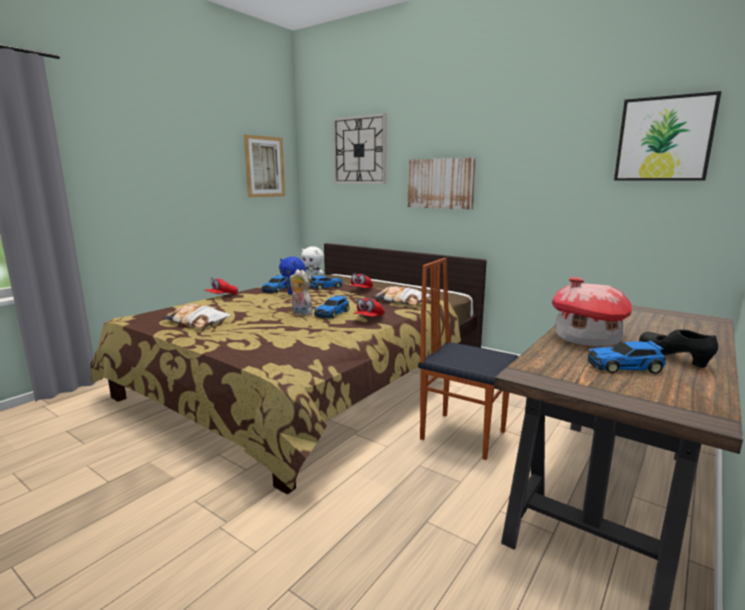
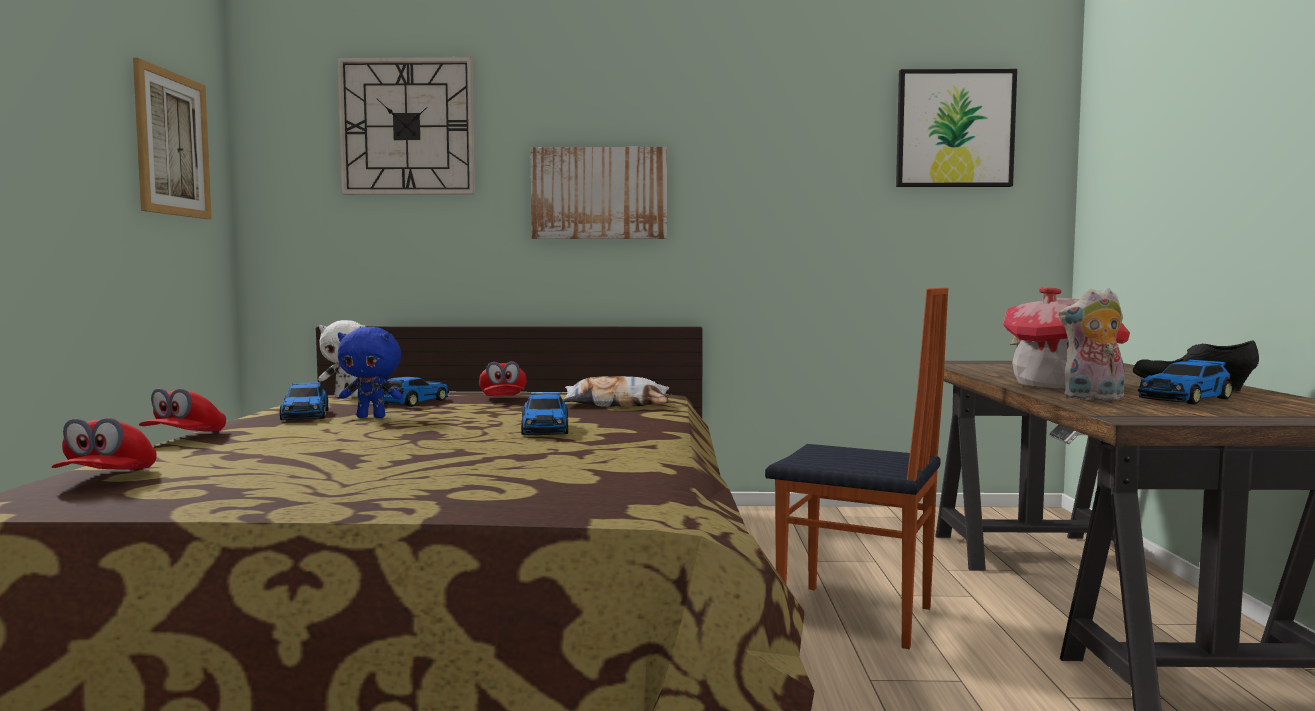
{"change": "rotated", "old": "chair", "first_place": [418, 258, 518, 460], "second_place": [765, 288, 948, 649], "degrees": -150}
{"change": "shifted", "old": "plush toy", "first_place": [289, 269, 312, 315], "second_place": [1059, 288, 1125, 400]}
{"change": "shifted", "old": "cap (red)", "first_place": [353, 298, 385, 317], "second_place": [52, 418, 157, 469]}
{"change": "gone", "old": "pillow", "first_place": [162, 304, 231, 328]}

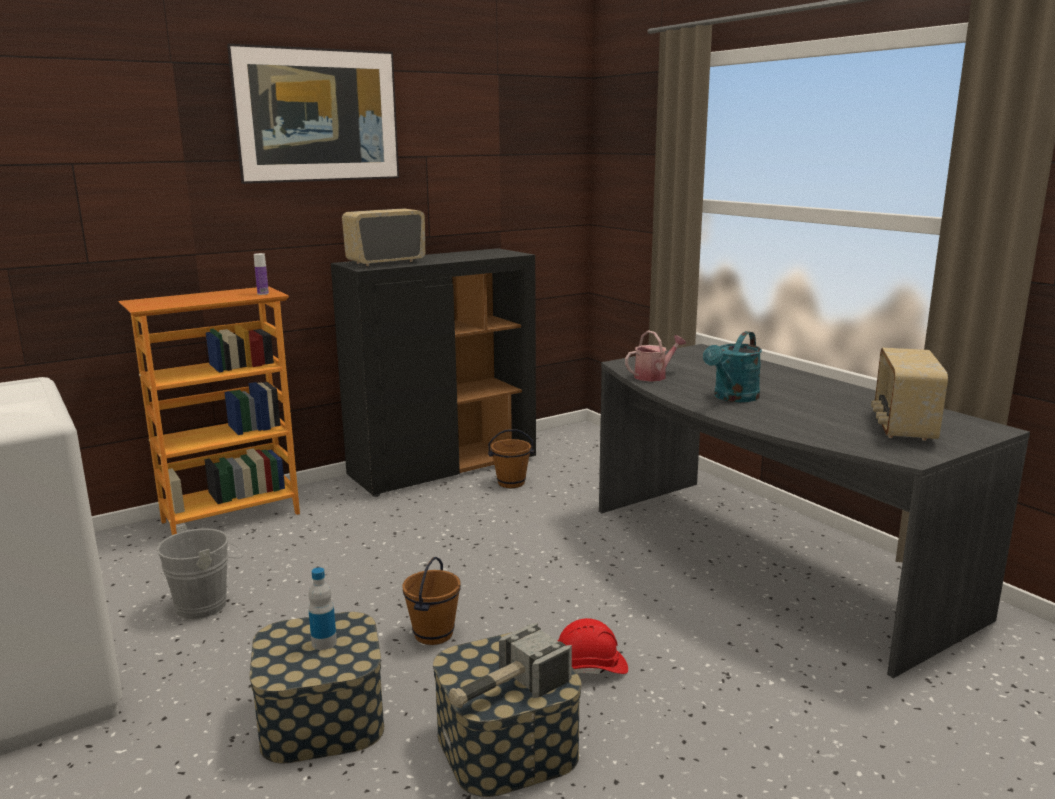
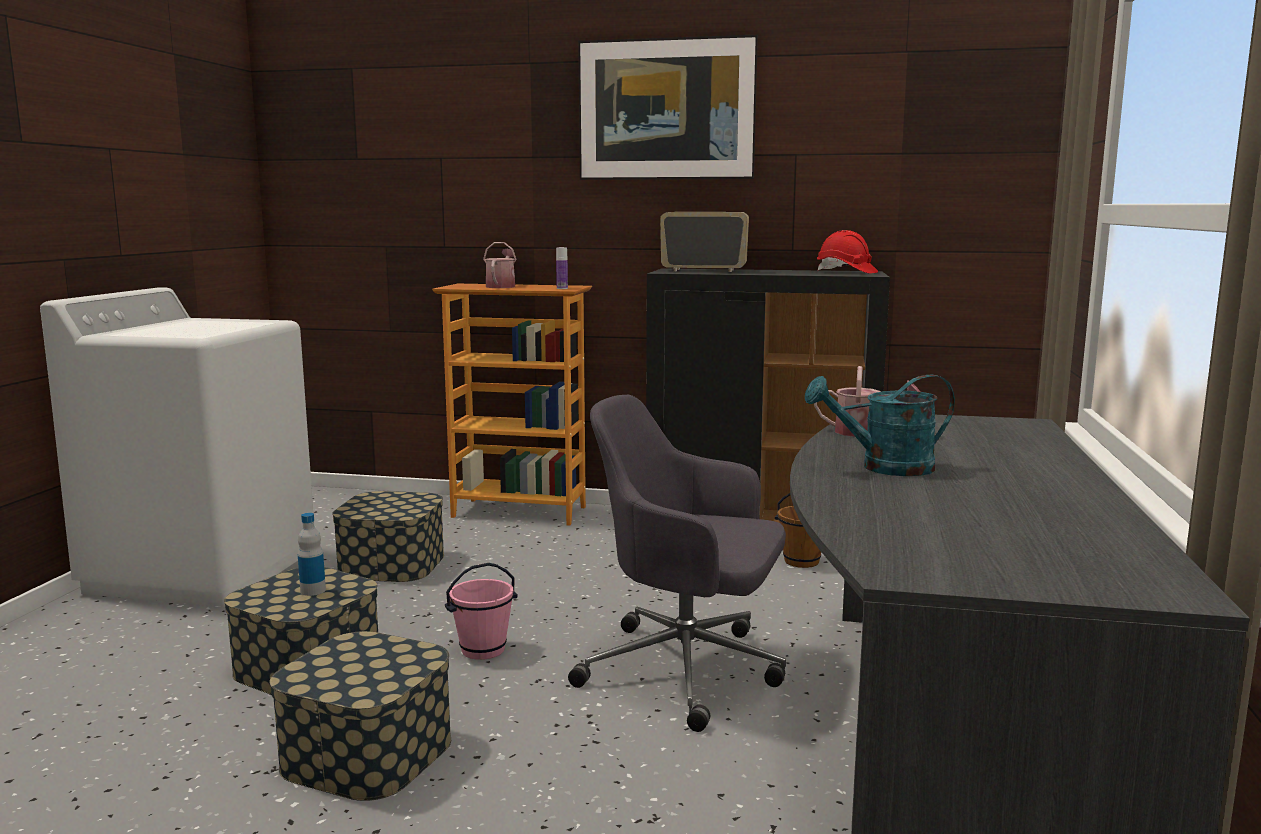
{"change": "gone", "old": "radio", "first_place": [871, 348, 948, 441]}
{"change": "swapped", "old": "bucket (grey)", "new": "storage box", "first_place": [157, 524, 242, 620], "second_place": [332, 491, 444, 582]}
{"change": "repainted", "old": "bucket (brown)", "new": "bucket (pink)", "first_place": [402, 557, 461, 645], "second_place": [445, 563, 518, 660]}
{"change": "shifted", "old": "hard hat (red)", "first_place": [557, 618, 628, 675], "second_place": [817, 230, 878, 273]}
{"change": "gone", "old": "hammer", "first_place": [448, 623, 572, 708]}
{"change": "new", "new": "watering can", "second_place": [483, 242, 517, 288]}
{"change": "new", "new": "office chair (grey)", "second_place": [568, 395, 786, 732]}

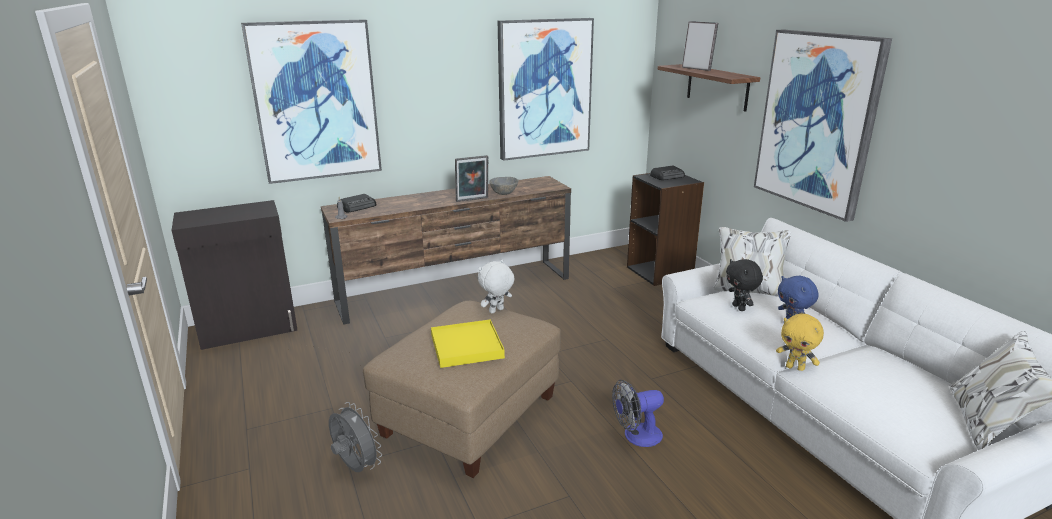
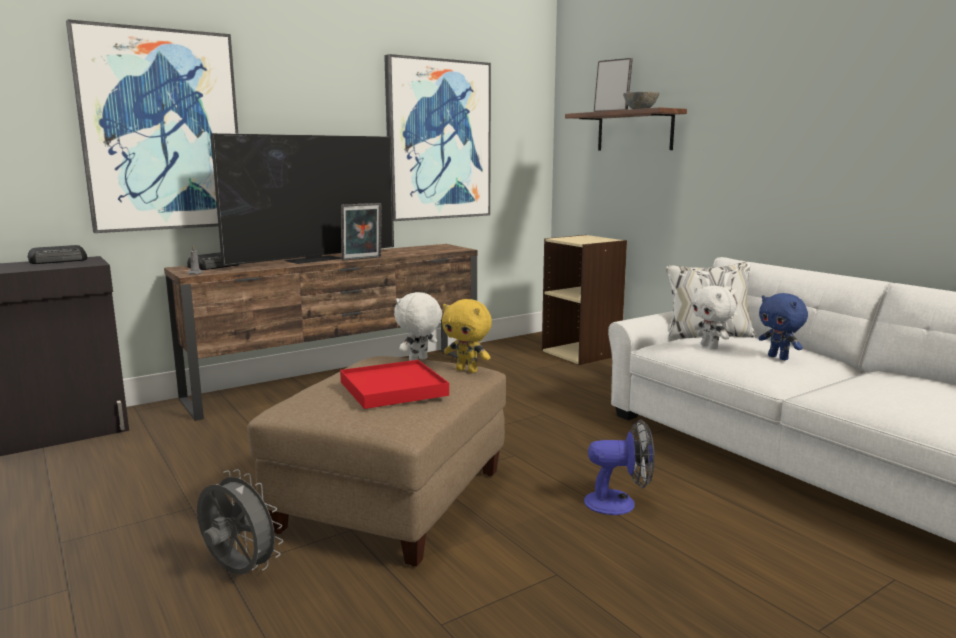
{"change": "gone", "old": "picture", "first_place": [754, 30, 892, 222]}
{"change": "shifted", "old": "radio", "first_place": [650, 166, 685, 180], "second_place": [28, 245, 88, 264]}
{"change": "repainted", "old": "bookcase (black)", "new": "bookcase (beige)", "first_place": [627, 173, 704, 286], "second_place": [542, 235, 627, 365]}
{"change": "shifted", "old": "bowl (grey)", "first_place": [489, 177, 519, 195], "second_place": [623, 92, 660, 109]}
{"change": "repainted", "old": "plush toy (black)", "new": "plush toy (white)", "first_place": [726, 259, 763, 311], "second_place": [691, 285, 736, 349]}
{"change": "shifted", "old": "plush toy (yellow)", "first_place": [776, 313, 824, 371], "second_place": [442, 299, 492, 373]}
{"change": "repainted", "old": "tray (yellow)", "new": "tray (red)", "first_place": [431, 319, 505, 368], "second_place": [340, 360, 449, 409]}
{"change": "rotated", "old": "fan", "first_place": [612, 380, 664, 447], "second_place": [584, 420, 655, 515], "degrees": -150}
{"change": "new", "new": "television", "second_place": [211, 133, 394, 266]}

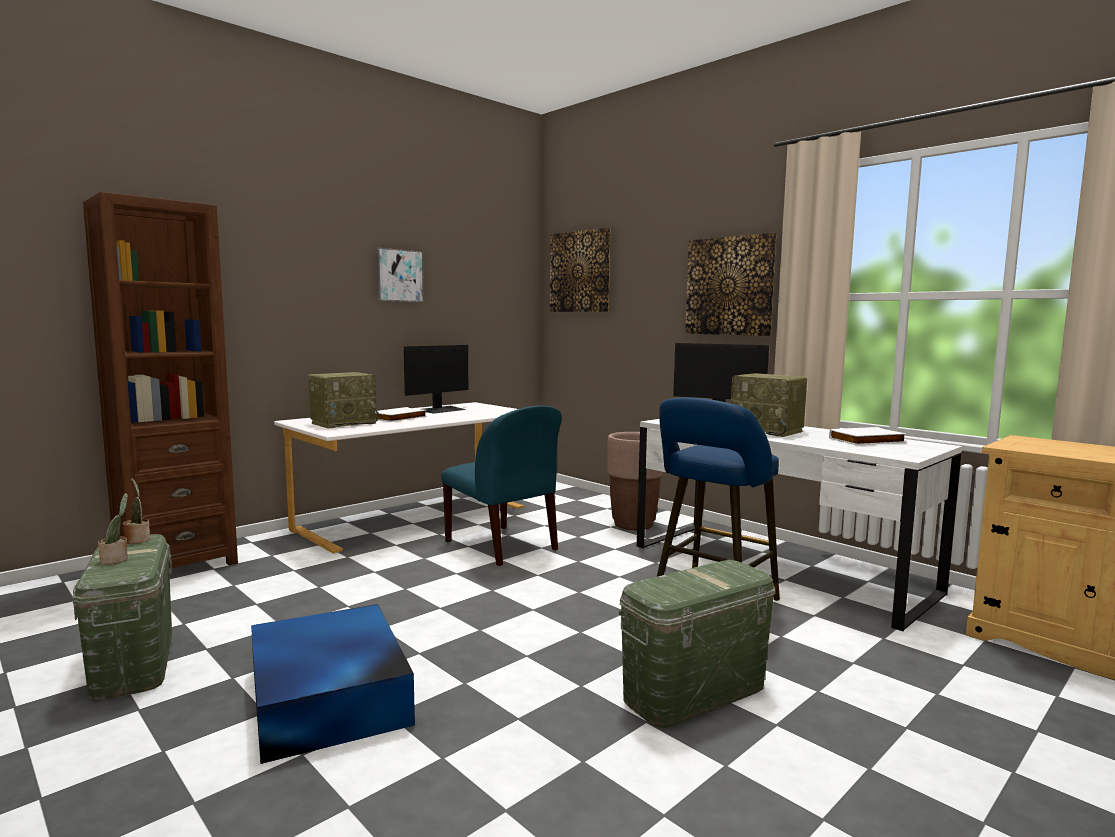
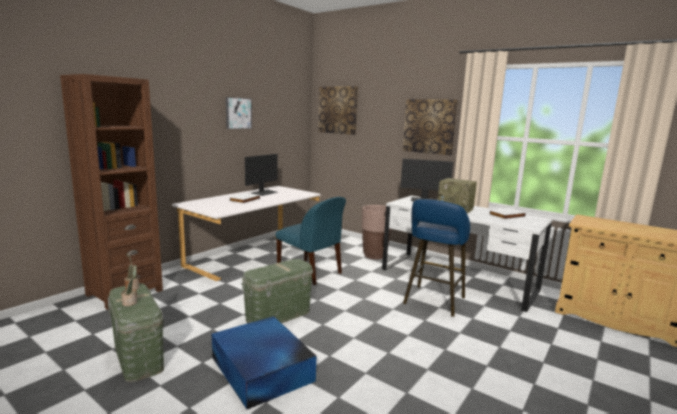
{"change": "gone", "old": "radio", "first_place": [308, 372, 380, 429]}
{"change": "shifted", "old": "storage box (green)", "first_place": [619, 560, 775, 728], "second_place": [241, 259, 313, 323]}

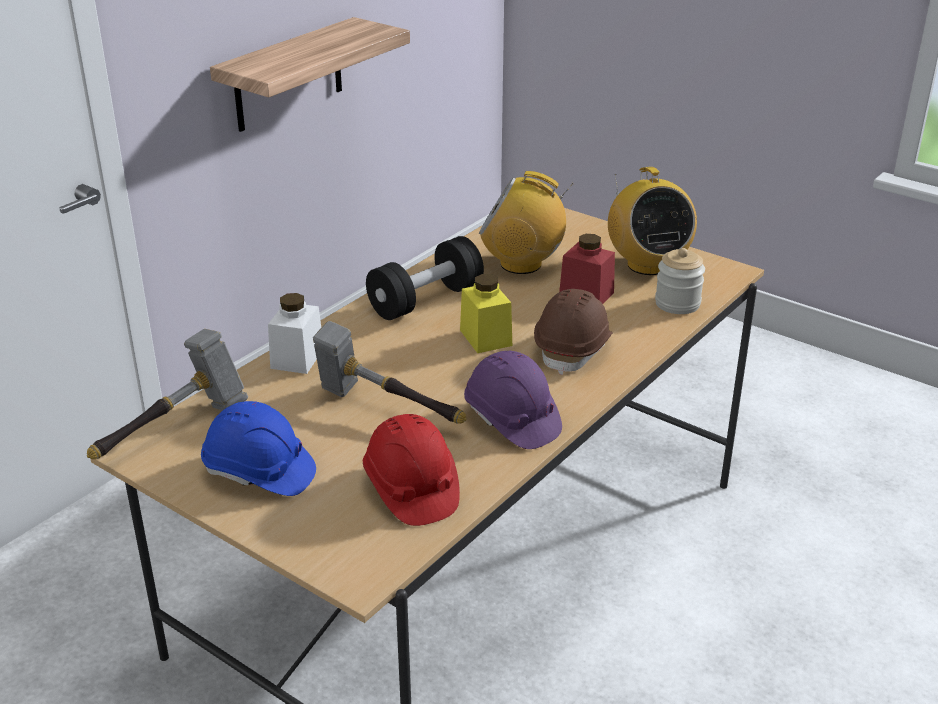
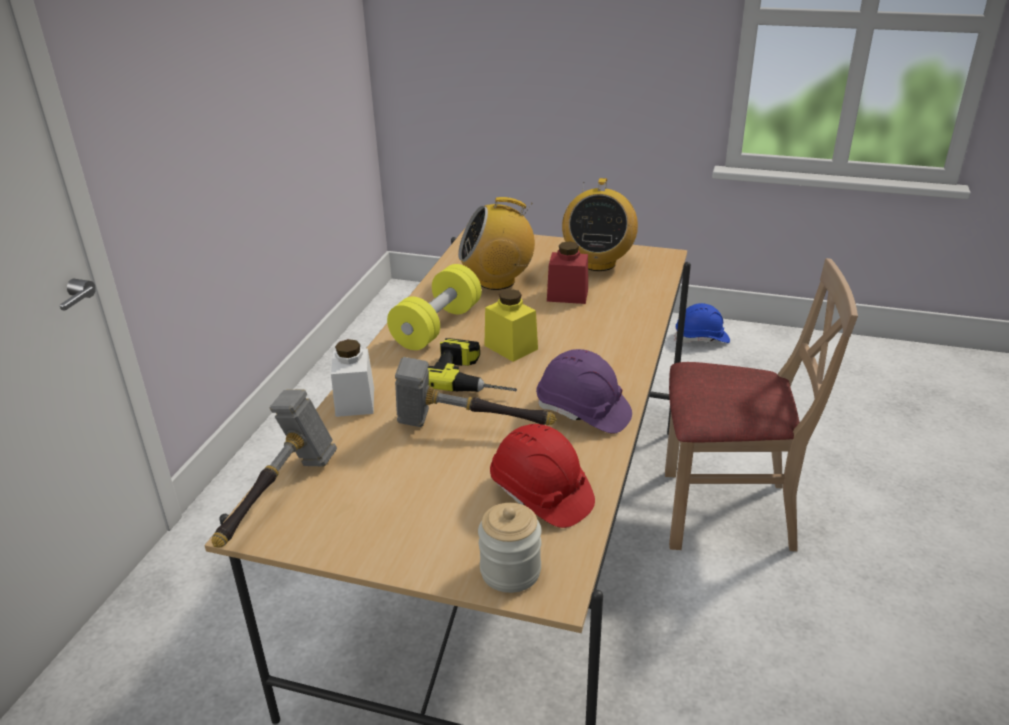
{"change": "gone", "old": "shelf", "first_place": [210, 17, 410, 132]}
{"change": "rotated", "old": "radio", "first_place": [608, 167, 697, 275], "second_place": [562, 178, 638, 271], "degrees": 45}
{"change": "repainted", "old": "dumbbell (black)", "new": "dumbbell (yellow)", "first_place": [366, 236, 484, 320], "second_place": [387, 264, 482, 350]}
{"change": "shifted", "old": "jar", "first_place": [655, 248, 705, 314], "second_place": [478, 503, 542, 593]}
{"change": "gone", "old": "hard hat (brown)", "first_place": [534, 289, 613, 375]}
{"change": "shifted", "old": "hard hat (blue)", "first_place": [201, 401, 316, 496], "second_place": [675, 303, 730, 343]}
{"change": "new", "new": "chair (beige)", "second_place": [665, 258, 858, 551]}
{"change": "new", "new": "power drill", "second_place": [428, 338, 517, 392]}

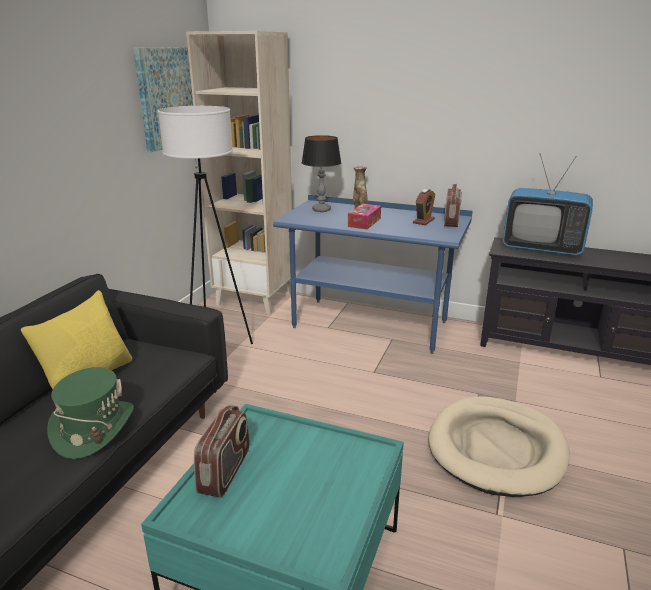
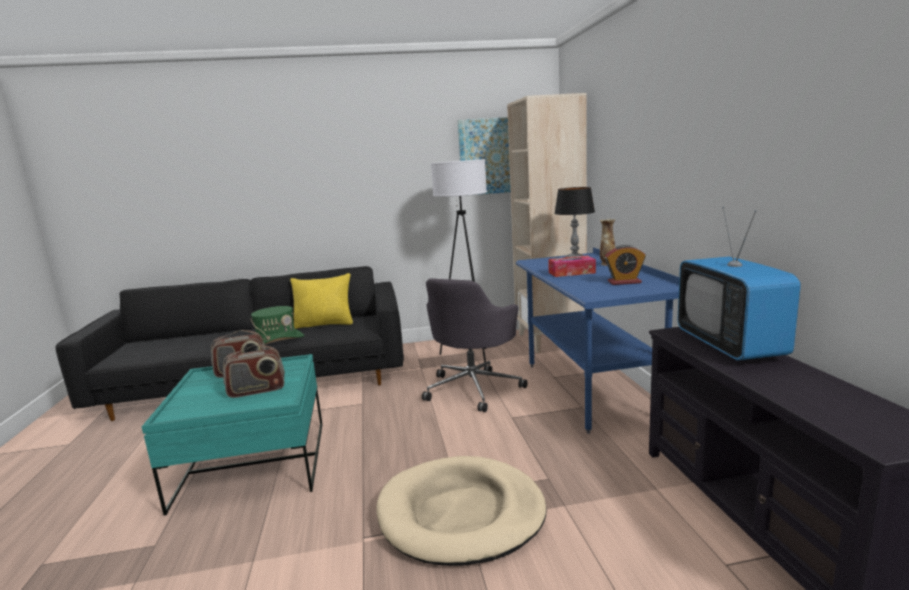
{"change": "shifted", "old": "radio", "first_place": [444, 184, 462, 227], "second_place": [223, 345, 285, 398]}
{"change": "new", "new": "office chair (grey)", "second_place": [422, 278, 527, 412]}

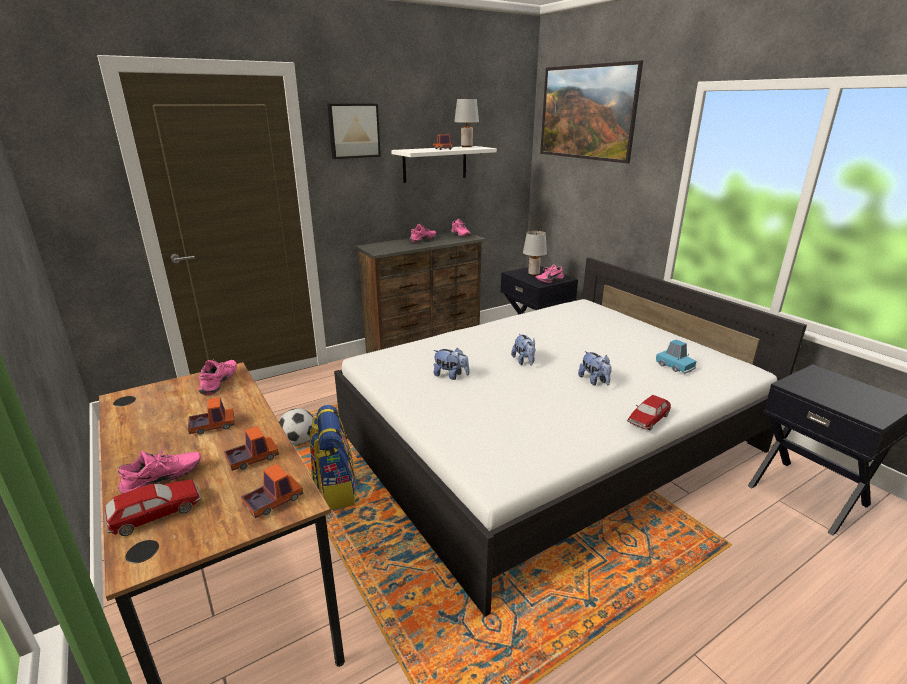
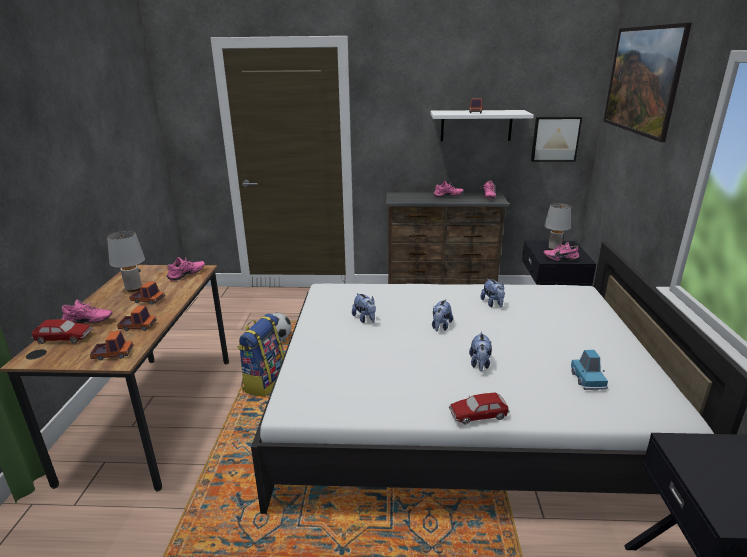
{"change": "shifted", "old": "table lamp (grey)", "first_place": [454, 99, 479, 147], "second_place": [107, 231, 145, 292]}
{"change": "shifted", "old": "picture", "first_place": [327, 104, 381, 159], "second_place": [531, 117, 582, 162]}
{"change": "new", "new": "plush toy", "second_place": [480, 278, 505, 307]}

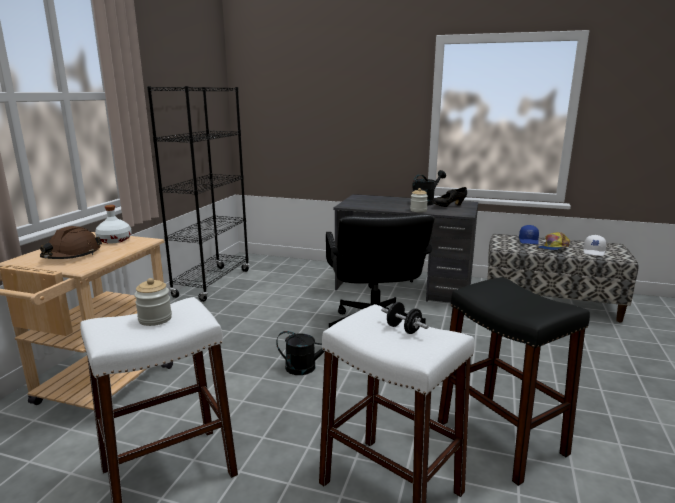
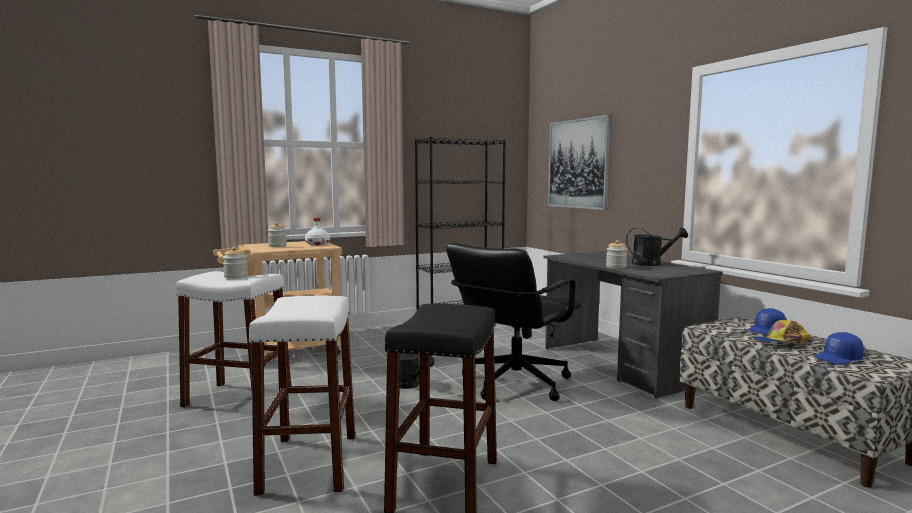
{"change": "gone", "old": "shoe (black)", "first_place": [432, 187, 467, 207]}
{"change": "swapped", "old": "hard hat (brown)", "new": "jar", "first_place": [40, 226, 102, 259], "second_place": [268, 222, 287, 247]}
{"change": "repainted", "old": "cap (white)", "new": "cap (blue)", "first_place": [584, 235, 606, 256], "second_place": [813, 332, 864, 365]}
{"change": "gone", "old": "dumbbell (black)", "first_place": [381, 302, 428, 334]}
{"change": "new", "new": "picture", "second_place": [548, 115, 612, 210]}

